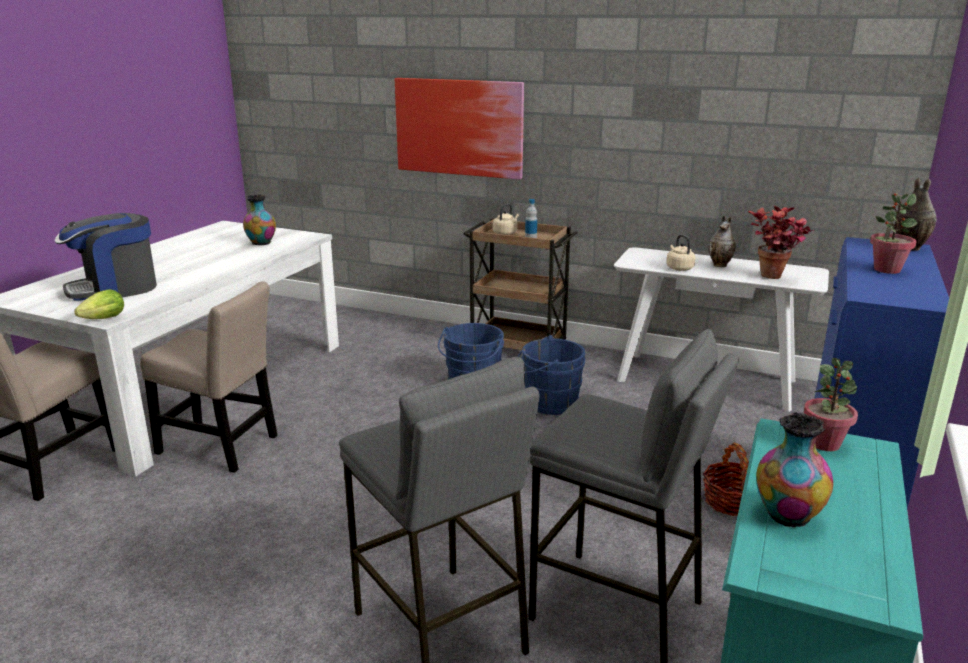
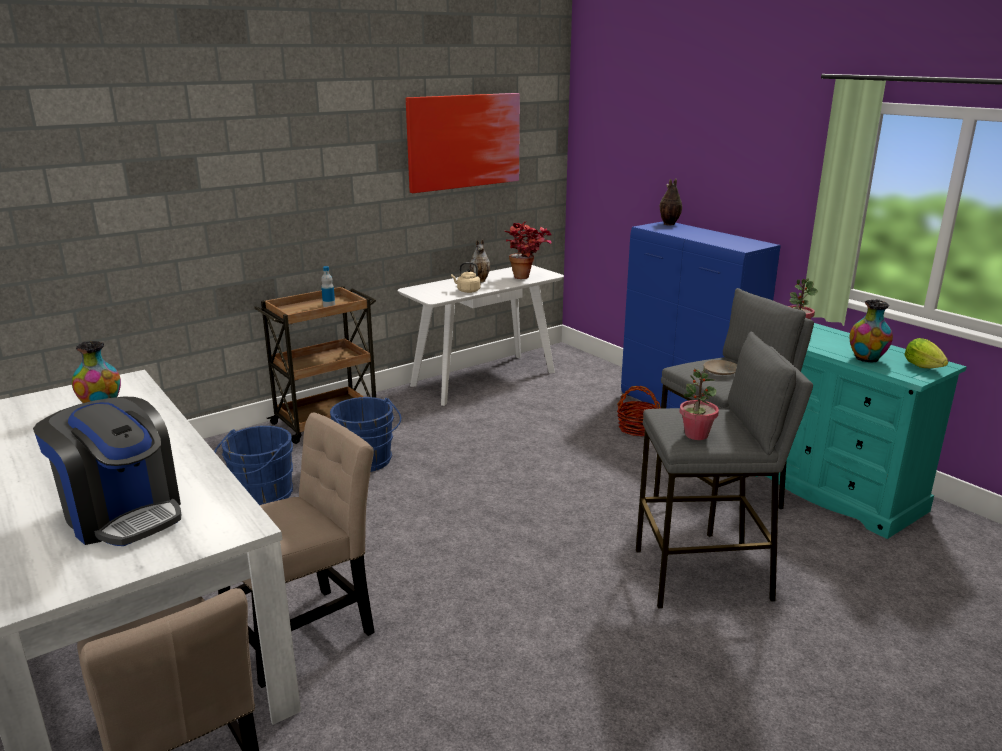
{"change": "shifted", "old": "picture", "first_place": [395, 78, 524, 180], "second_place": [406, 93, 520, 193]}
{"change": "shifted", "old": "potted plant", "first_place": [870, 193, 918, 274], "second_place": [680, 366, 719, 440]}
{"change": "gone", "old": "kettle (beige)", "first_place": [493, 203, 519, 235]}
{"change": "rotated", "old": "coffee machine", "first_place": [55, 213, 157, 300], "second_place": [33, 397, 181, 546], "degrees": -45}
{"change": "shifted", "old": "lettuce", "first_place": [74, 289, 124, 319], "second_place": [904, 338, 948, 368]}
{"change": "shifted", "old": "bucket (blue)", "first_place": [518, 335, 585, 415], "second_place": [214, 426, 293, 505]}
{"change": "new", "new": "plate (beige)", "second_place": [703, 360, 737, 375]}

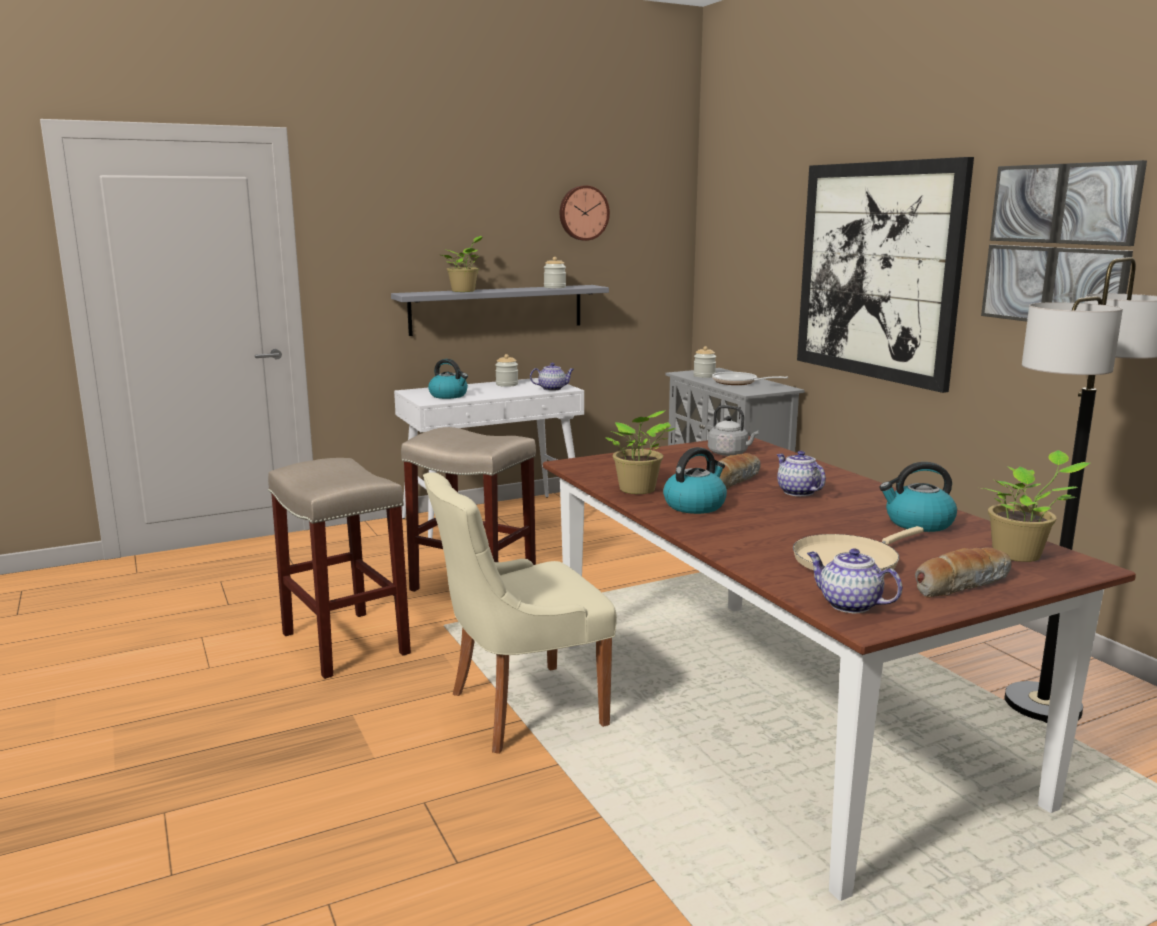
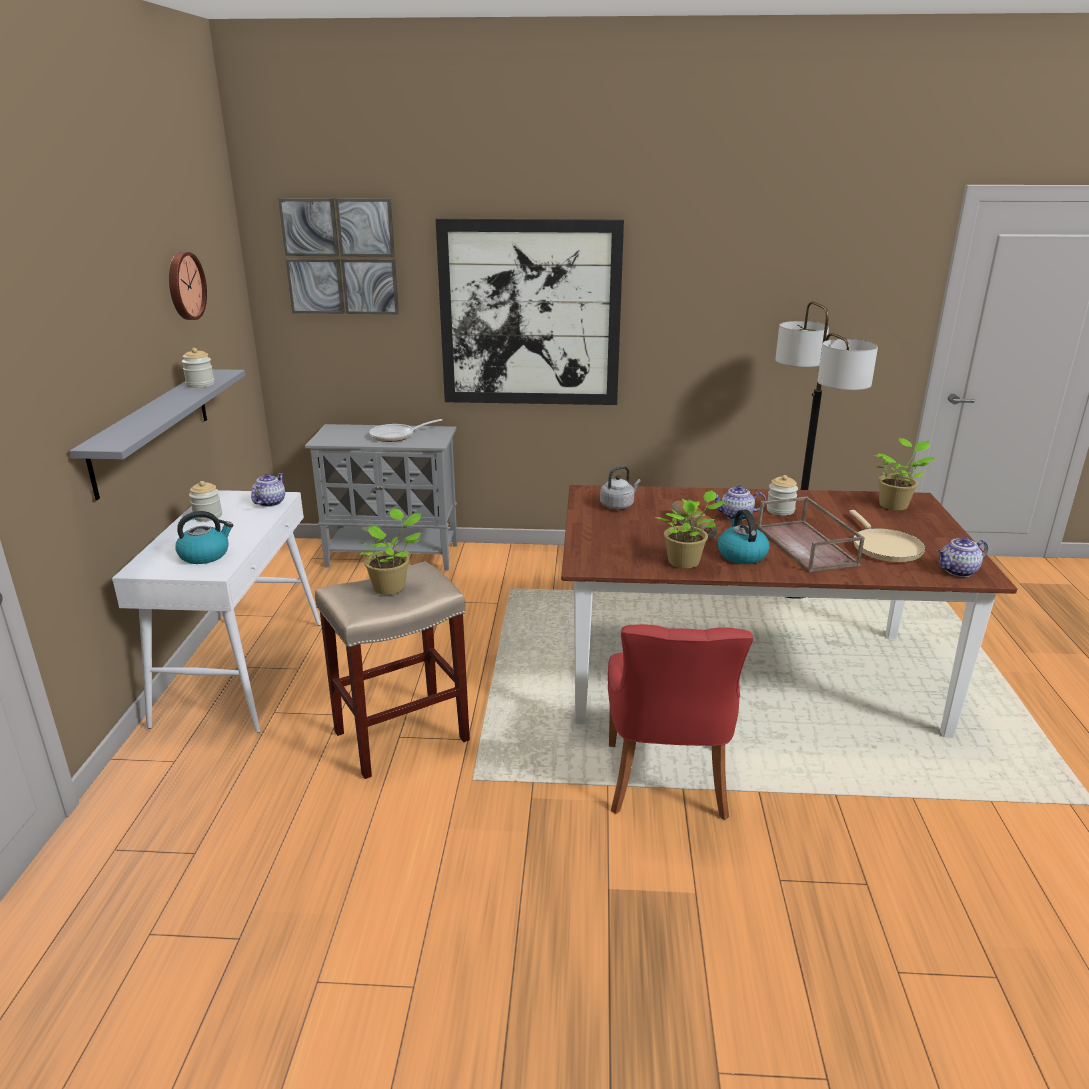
{"change": "shifted", "old": "picture", "first_place": [981, 160, 1147, 322], "second_place": [278, 198, 399, 314]}
{"change": "shifted", "old": "potted plant", "first_place": [441, 236, 483, 292], "second_place": [359, 508, 422, 595]}
{"change": "shifted", "old": "jar", "first_place": [693, 346, 716, 378], "second_place": [767, 475, 798, 516]}
{"change": "gone", "old": "stool (beige)", "first_place": [268, 458, 411, 679]}
{"change": "gone", "old": "kettle", "first_place": [879, 462, 957, 532]}
{"change": "repainted", "old": "chair (beige)", "new": "chair (red)", "first_place": [423, 472, 617, 754], "second_place": [608, 624, 753, 820]}
{"change": "gone", "old": "bread", "first_place": [915, 548, 1012, 598]}
{"change": "new", "new": "tray (brown)", "second_place": [757, 496, 865, 572]}

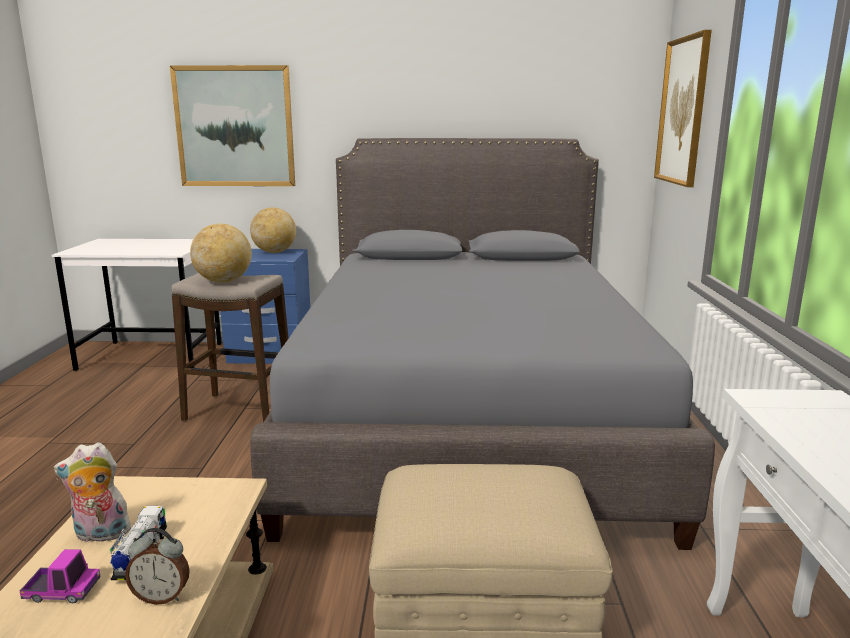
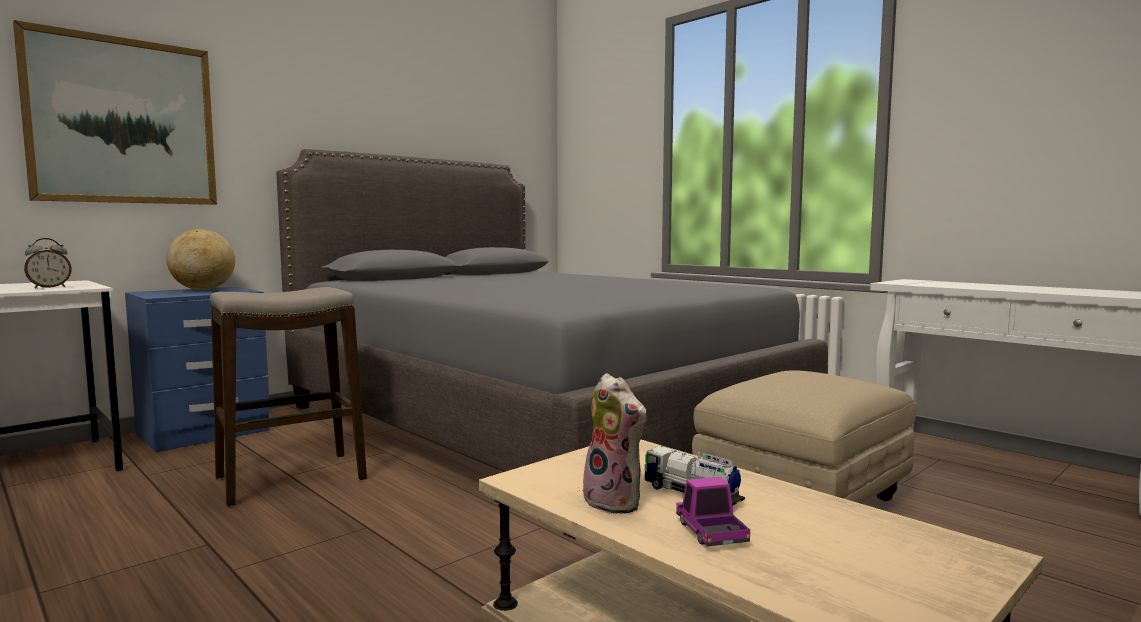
{"change": "gone", "old": "picture", "first_place": [654, 30, 712, 187]}
{"change": "gone", "old": "globe", "first_place": [190, 224, 252, 283]}
{"change": "rotated", "old": "plush toy", "first_place": [54, 442, 134, 544], "second_place": [578, 373, 647, 514], "degrees": -75}
{"change": "shifted", "old": "alarm clock", "first_place": [125, 528, 190, 605], "second_place": [24, 238, 72, 289]}
{"change": "rotated", "old": "toy truck", "first_place": [20, 549, 101, 603], "second_place": [676, 477, 750, 546], "degrees": -60}

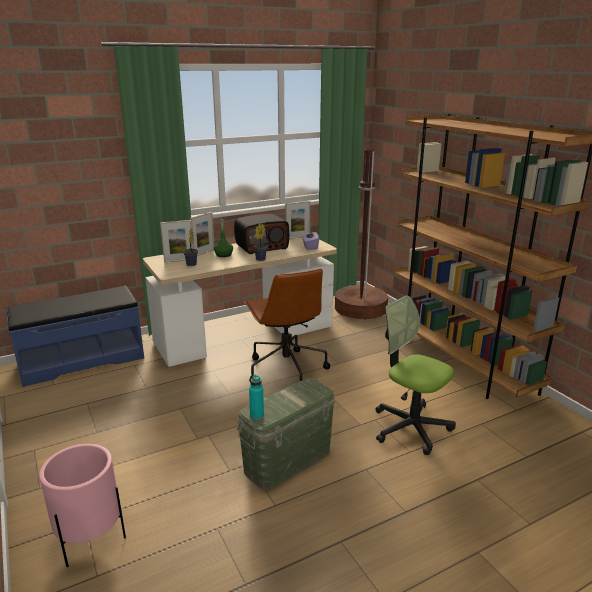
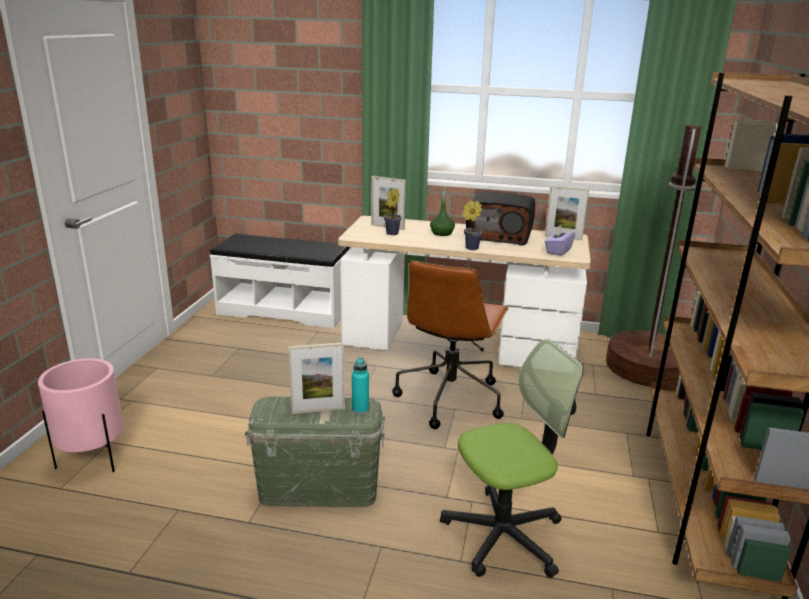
{"change": "shifted", "old": "picture frame", "first_place": [190, 212, 215, 256], "second_place": [288, 342, 345, 414]}
{"change": "repainted", "old": "bench (blue)", "new": "bench (white)", "first_place": [6, 286, 144, 387], "second_place": [210, 233, 350, 329]}
{"change": "rotated", "old": "office chair", "first_place": [375, 295, 456, 455], "second_place": [440, 339, 584, 578], "degrees": 75}
{"change": "shifted", "old": "bottle (turquoise)", "first_place": [249, 375, 264, 420], "second_place": [352, 357, 369, 414]}

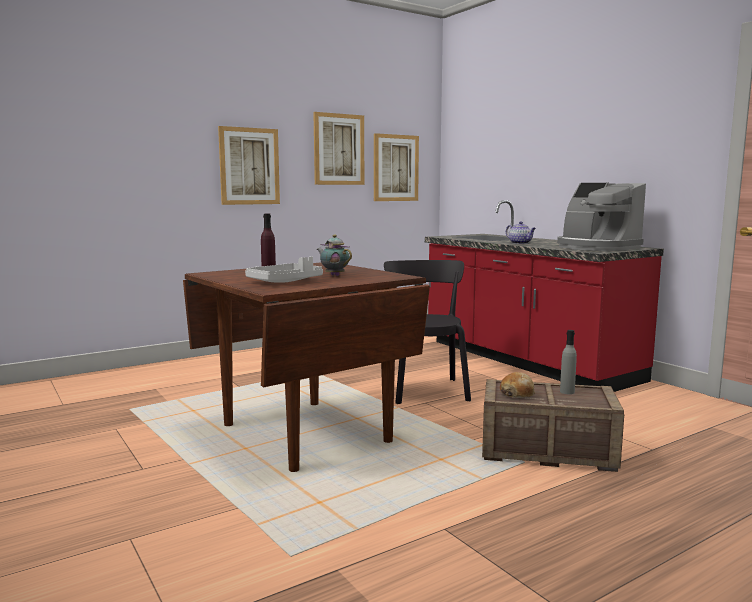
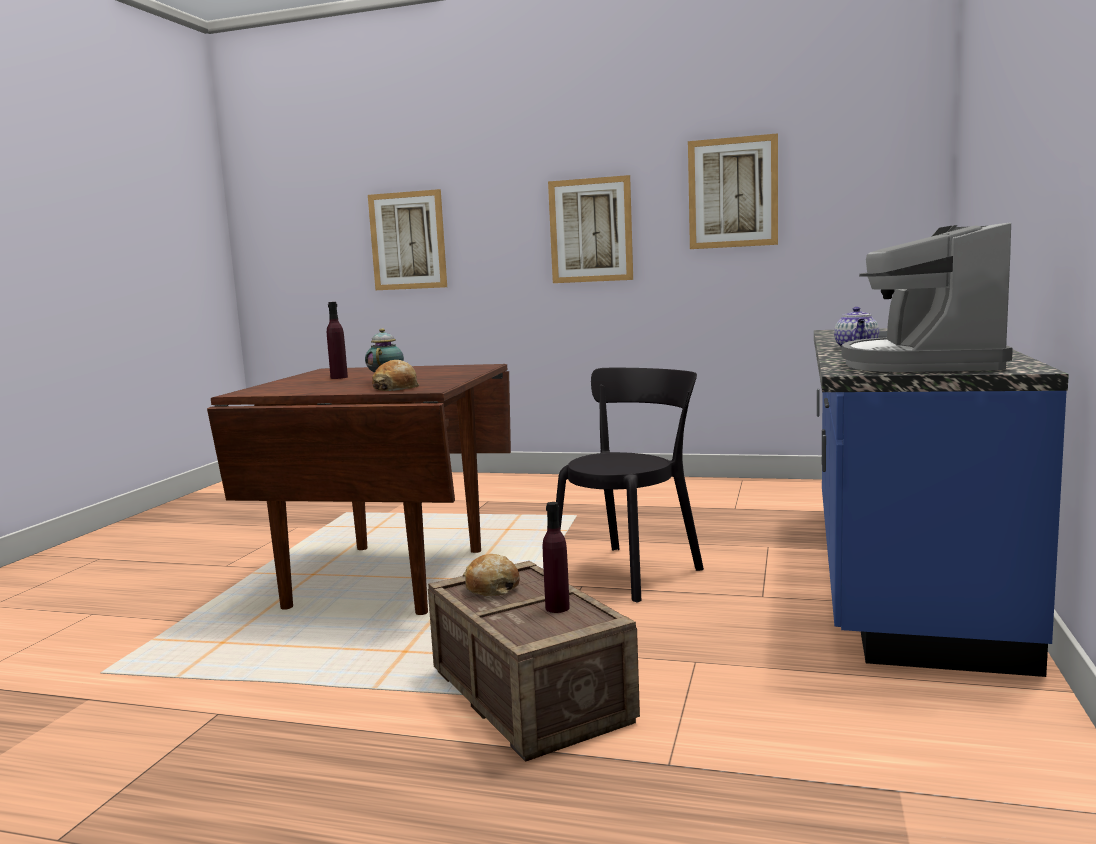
{"change": "shifted", "old": "picture", "first_place": [374, 133, 419, 201], "second_place": [368, 189, 447, 290]}
{"change": "repainted", "old": "counter (red)", "new": "counter (blue)", "first_place": [425, 200, 664, 392], "second_place": [814, 328, 1069, 677]}
{"change": "gone", "old": "tray (grey)", "first_place": [245, 256, 323, 283]}
{"change": "repainted", "old": "bottle (grey)", "new": "bottle (purple)", "first_place": [560, 330, 577, 394], "second_place": [543, 502, 570, 613]}
{"change": "new", "new": "bread", "second_place": [372, 360, 420, 391]}

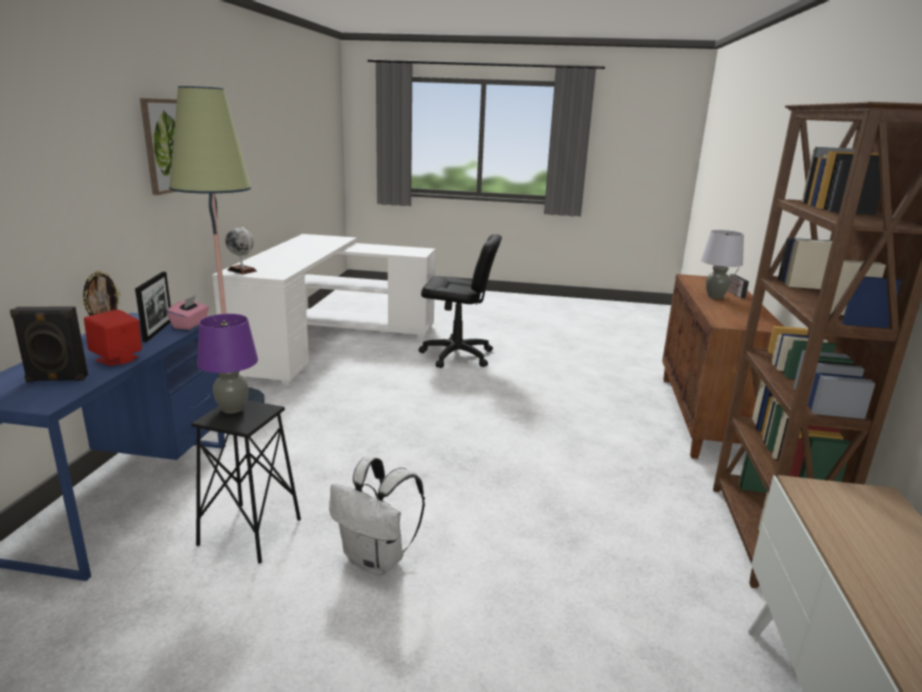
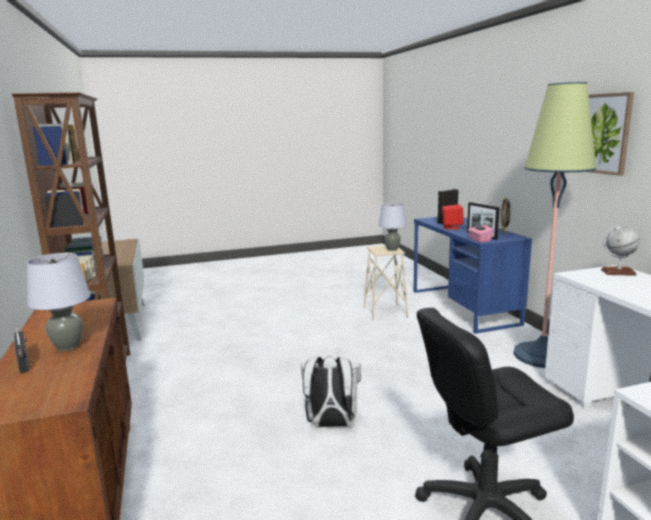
{"change": "repainted", "old": "table lamp (purple)", "new": "table lamp (grey)", "first_place": [197, 314, 258, 414], "second_place": [379, 203, 406, 251]}
{"change": "repainted", "old": "stool (black)", "new": "stool (beige)", "first_place": [191, 400, 301, 564], "second_place": [364, 246, 408, 321]}
{"change": "shifted", "old": "backpack (white)", "first_place": [329, 456, 425, 575], "second_place": [301, 356, 361, 427]}

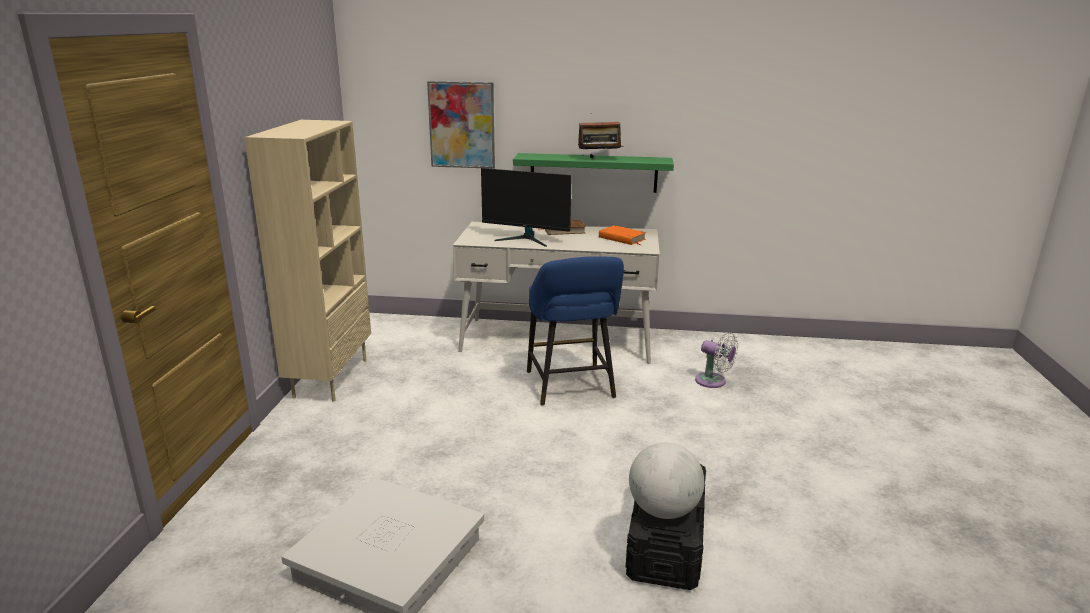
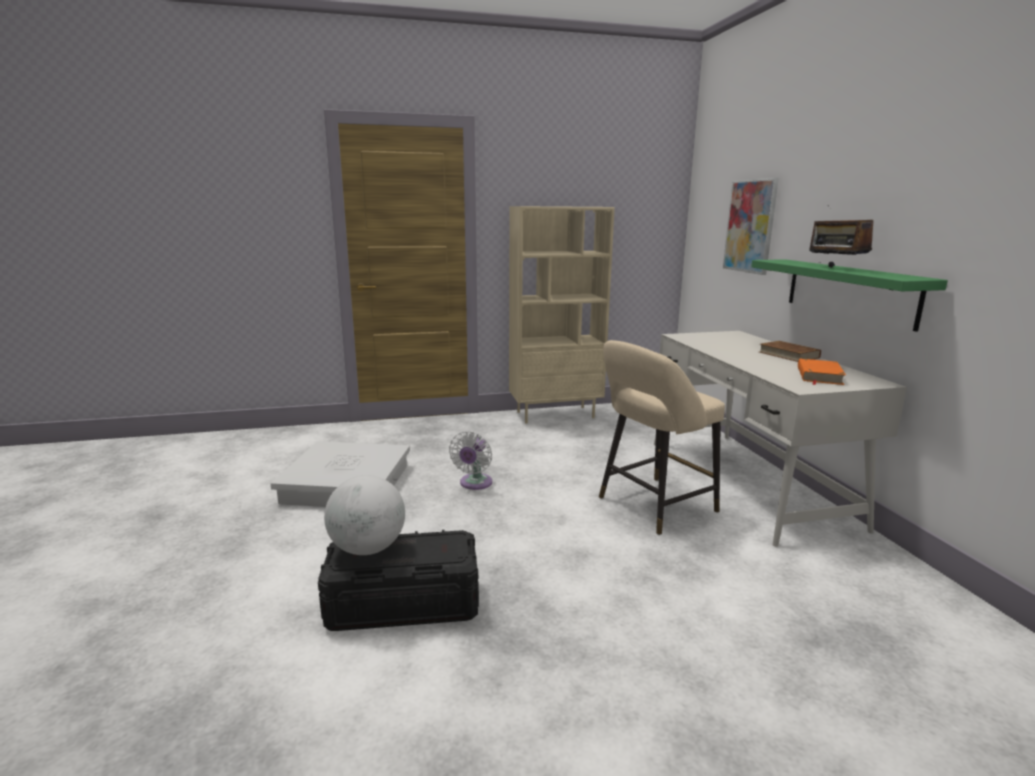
{"change": "gone", "old": "monitor", "first_place": [481, 168, 572, 247]}
{"change": "repainted", "old": "stool (blue)", "new": "stool (beige)", "first_place": [527, 256, 624, 406], "second_place": [599, 340, 725, 535]}
{"change": "shifted", "old": "fan (white)", "first_place": [695, 333, 739, 388], "second_place": [449, 431, 492, 490]}

